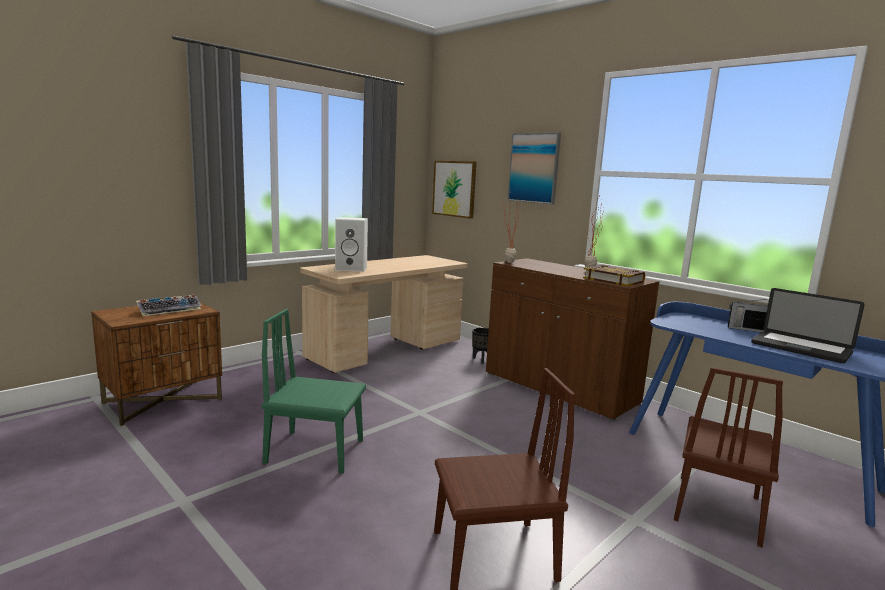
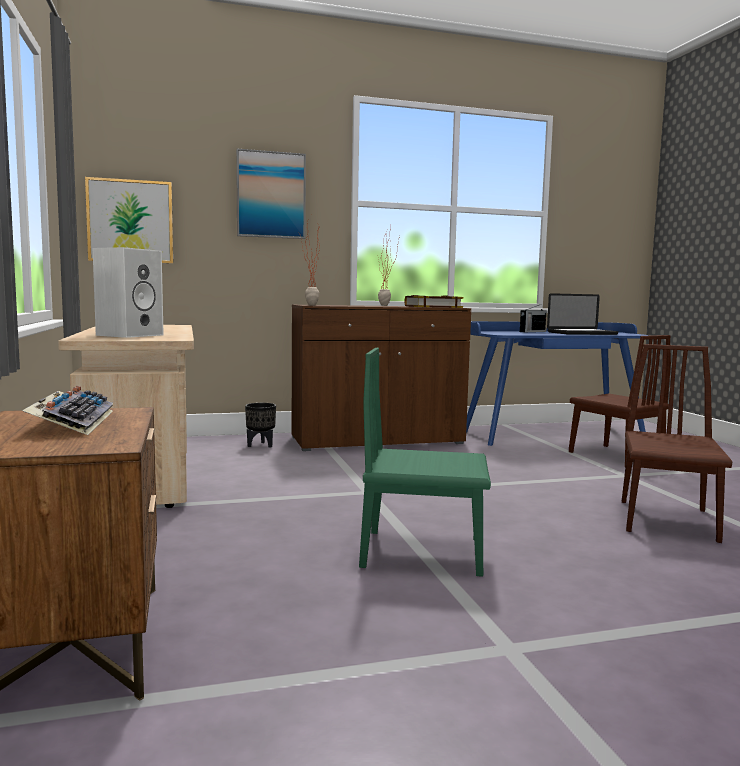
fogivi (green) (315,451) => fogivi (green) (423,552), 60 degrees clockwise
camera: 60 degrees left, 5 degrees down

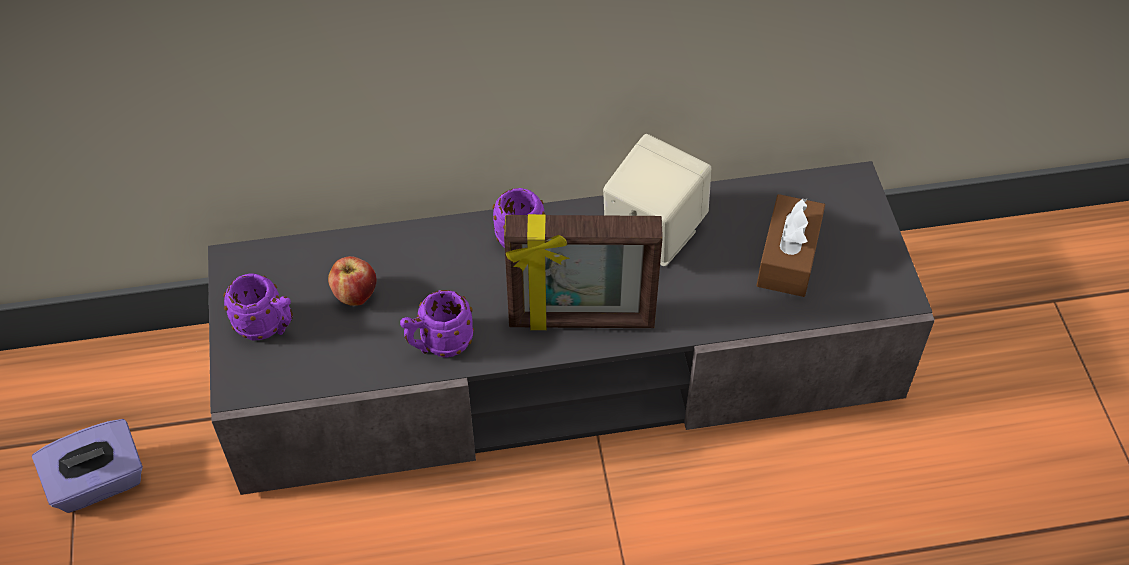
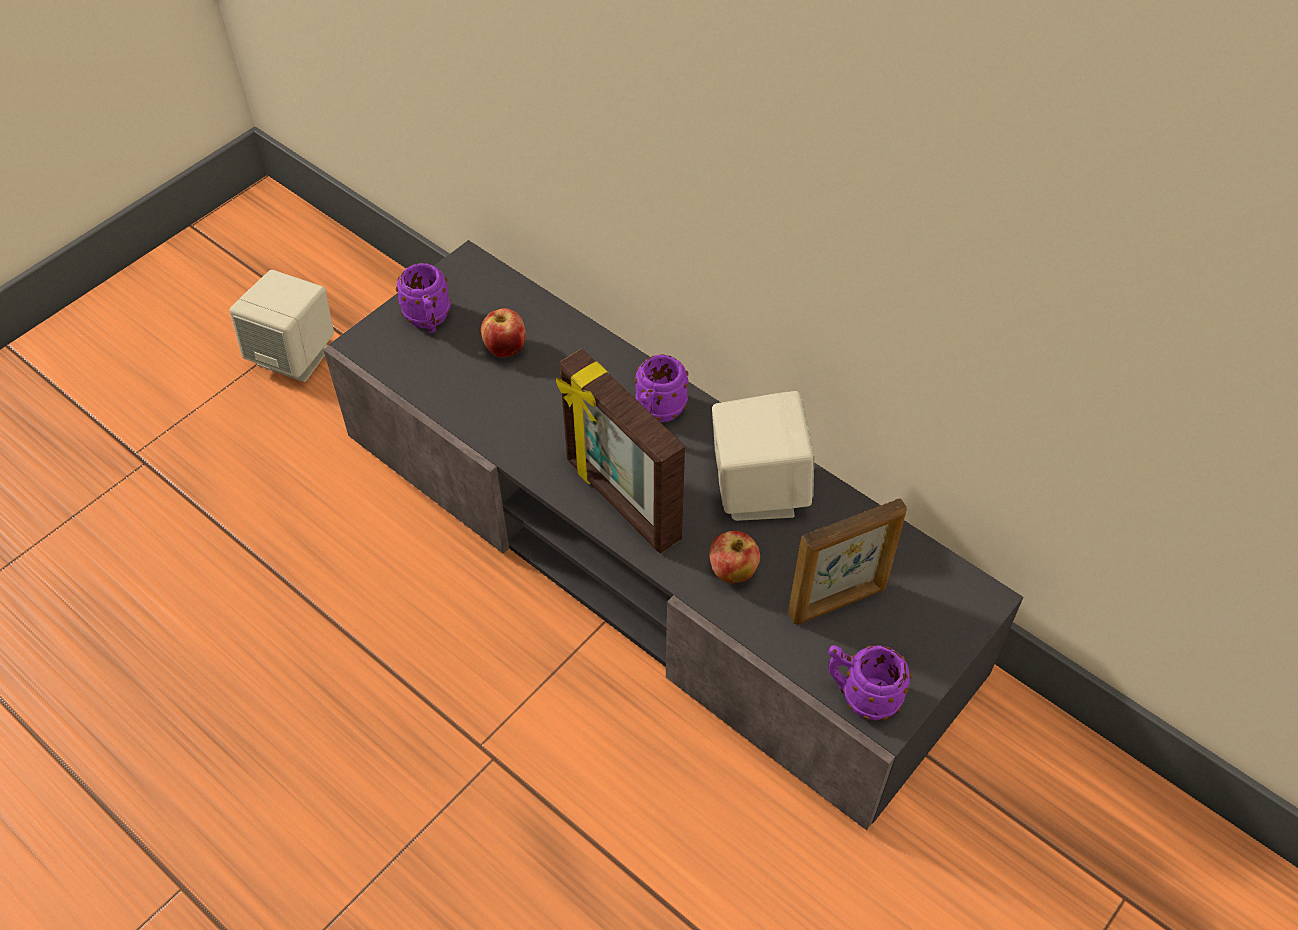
nothing => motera (732,572)
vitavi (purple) (439,345) => vitavi (purple) (861,695), move
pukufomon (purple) (99,482) => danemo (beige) (295,356)
pukufomon (brown) (788,257) => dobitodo (838,602)
camera: 50 degrees right, 0 degrees up

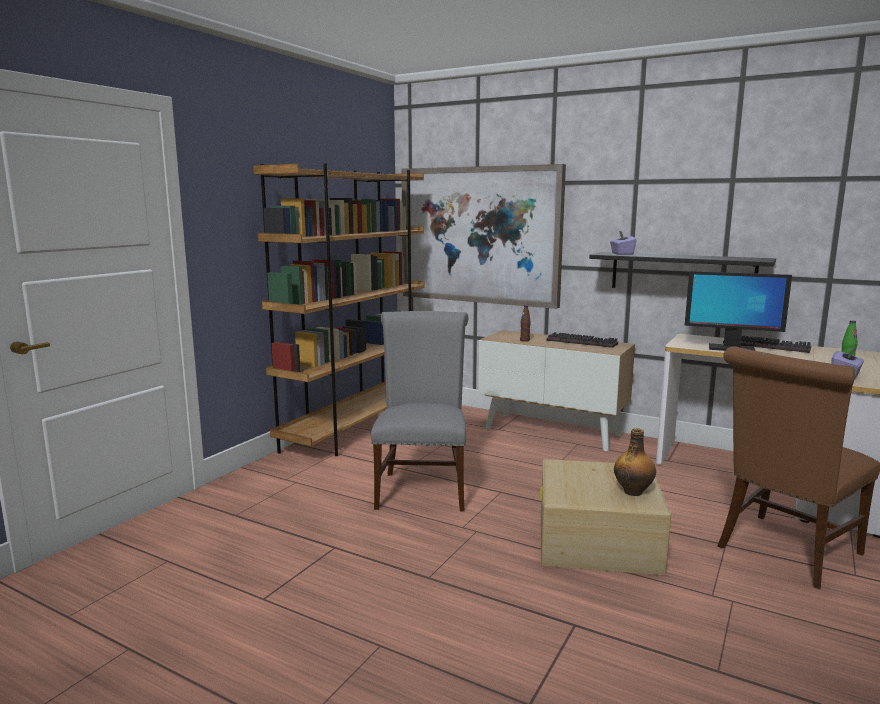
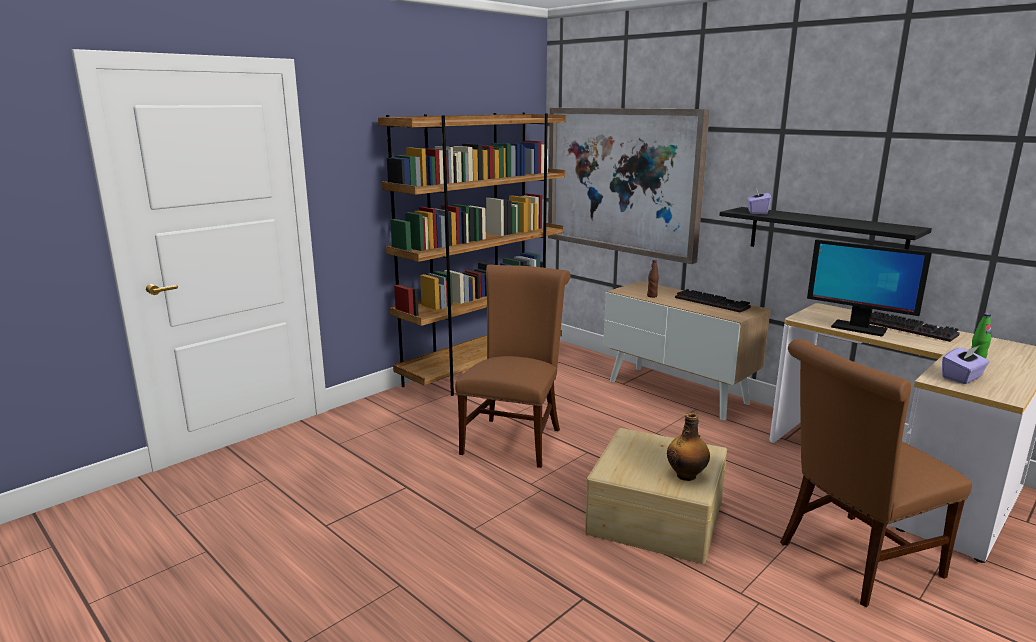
fogivi (grey) (422,488) => fogivi (brown) (514,438)
camera: 15 degrees right, 5 degrees up

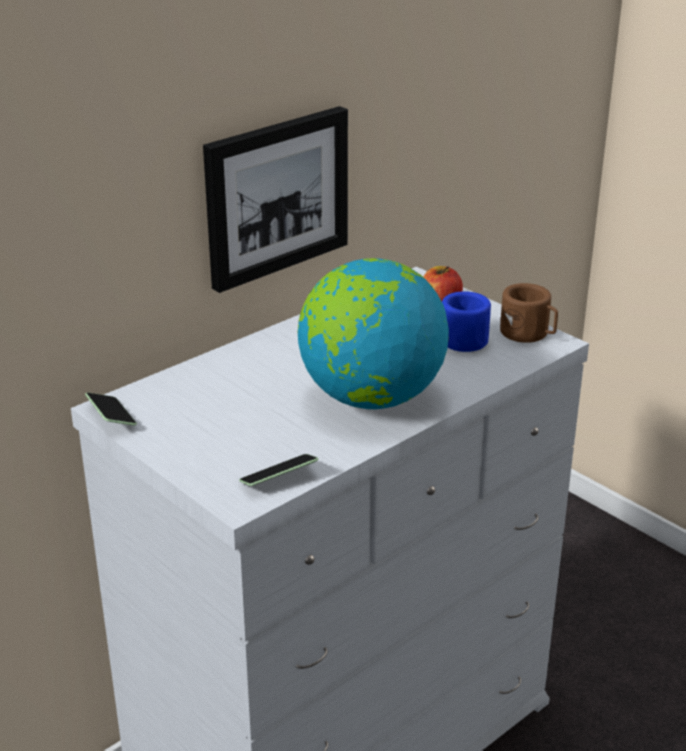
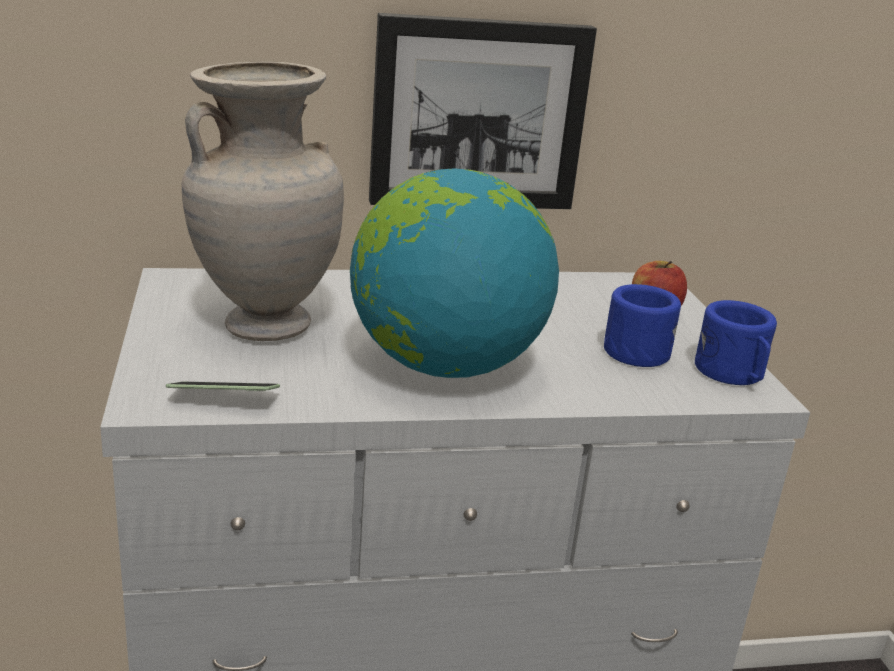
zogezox (111,417) => nothing
nothing => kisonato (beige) (264,326)
vitavi (brown) (528,334) => vitavi (blue) (733,374)
camera: 30 degrees right, 5 degrees down

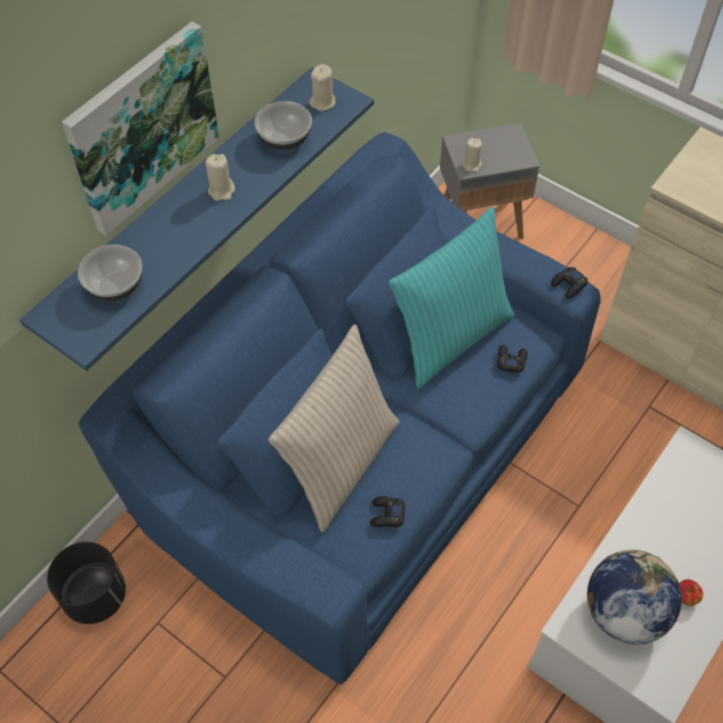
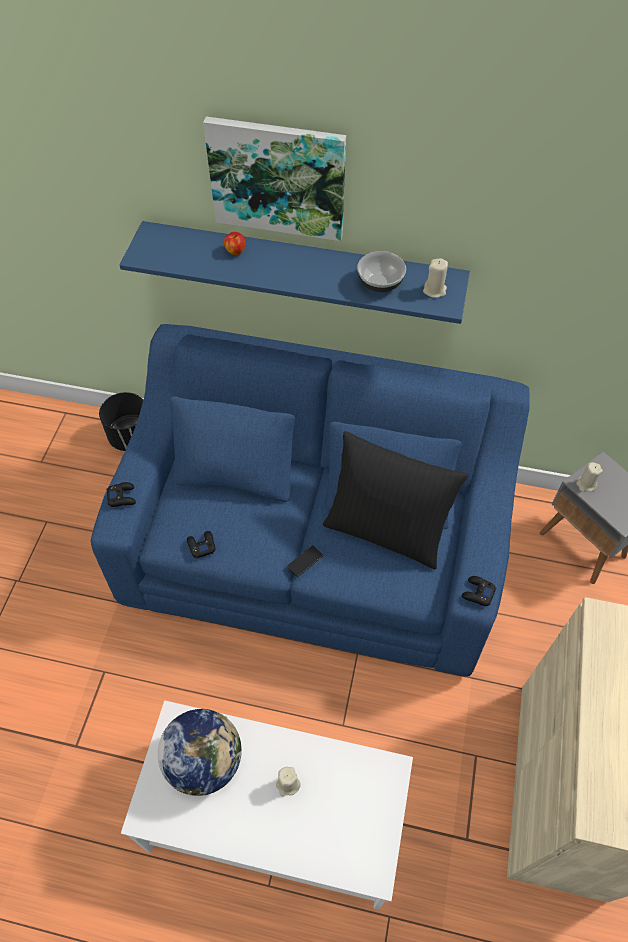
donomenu (115,286) => nothing
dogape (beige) (340,463) => nothing
nothing => zogezox (305,561)
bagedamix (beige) (221,191) => bagedamix (beige) (288,784), move
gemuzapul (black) (511,360) => gemuzapul (black) (122,497), move
motera (686,597) => motera (235,251), move
dogape (turquoise) (450,336) => dogape (black) (386,530)
camera: 65 degrees right, 0 degrees up

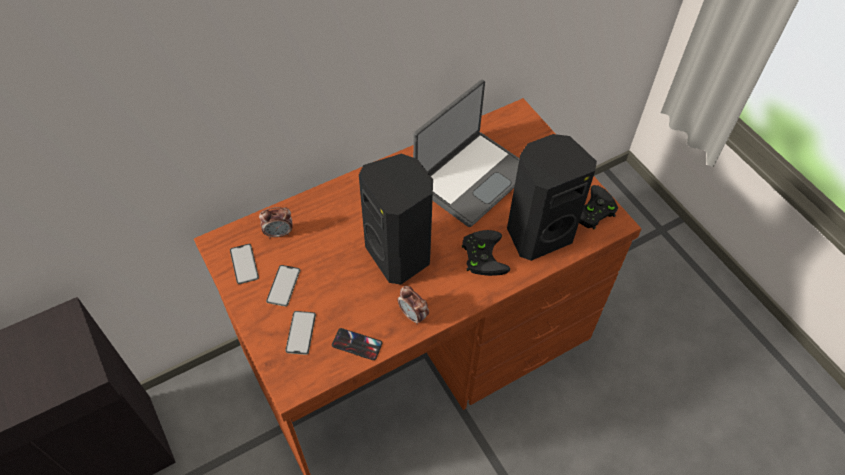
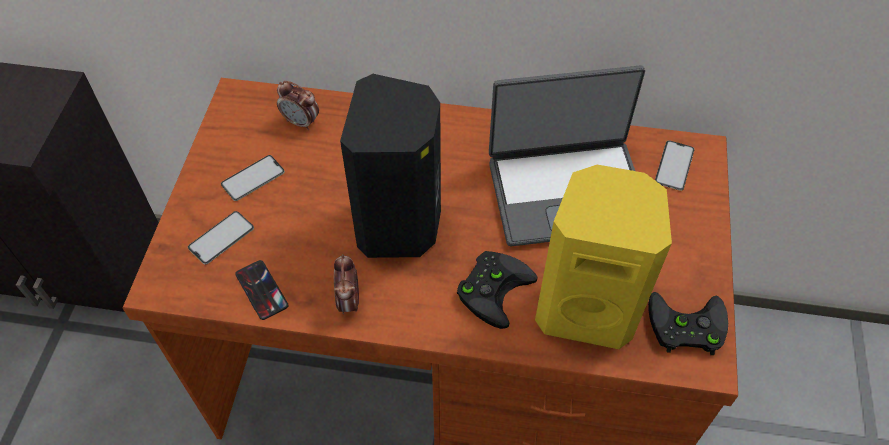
zogezox (244,264) => zogezox (674,165), move
danemo (black) (538,233) => danemo (yellow) (586,308)
camera: 40 degrees right, 0 degrees up

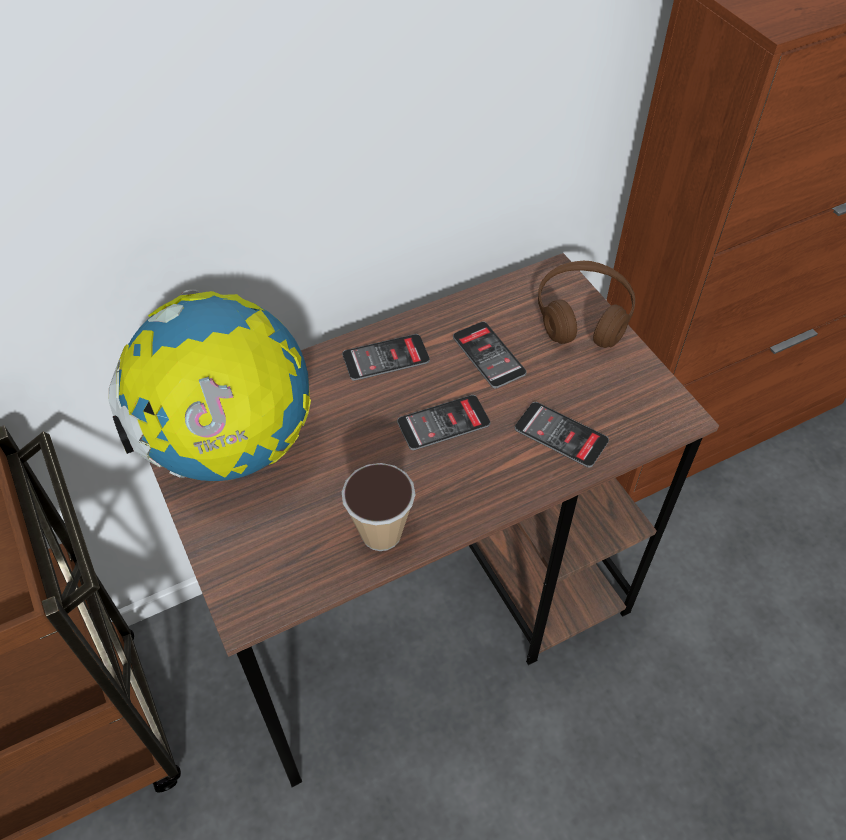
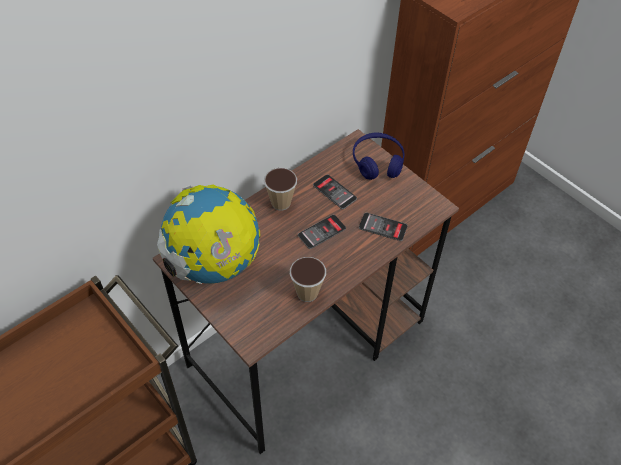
zogezox (386,358) => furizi (281,203)
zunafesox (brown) (583,315) => zunafesox (blue) (377,162)
camera: 15 degrees left, 0 degrees up

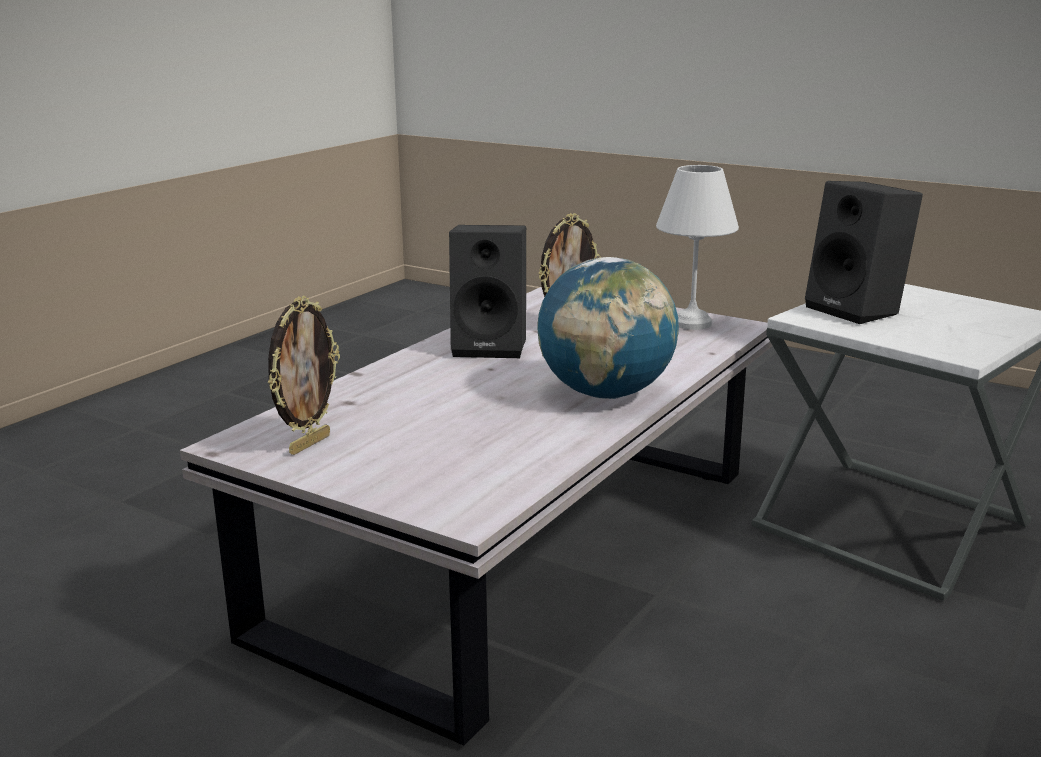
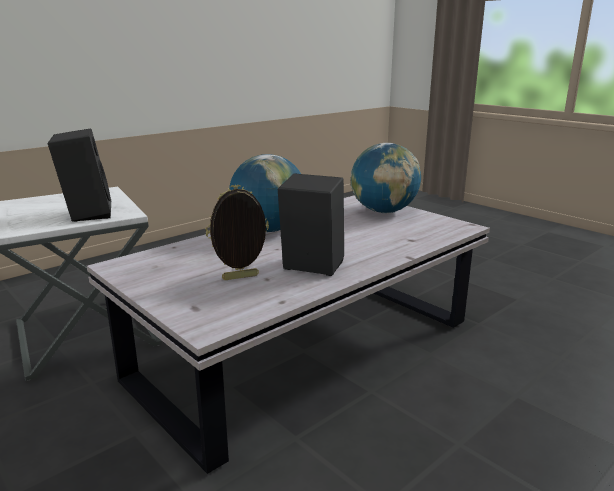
dobitodo (308,444) => nothing
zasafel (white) (691,323) => nothing
nothing => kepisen (383,211)
camera: 165 degrees left, 0 degrees up

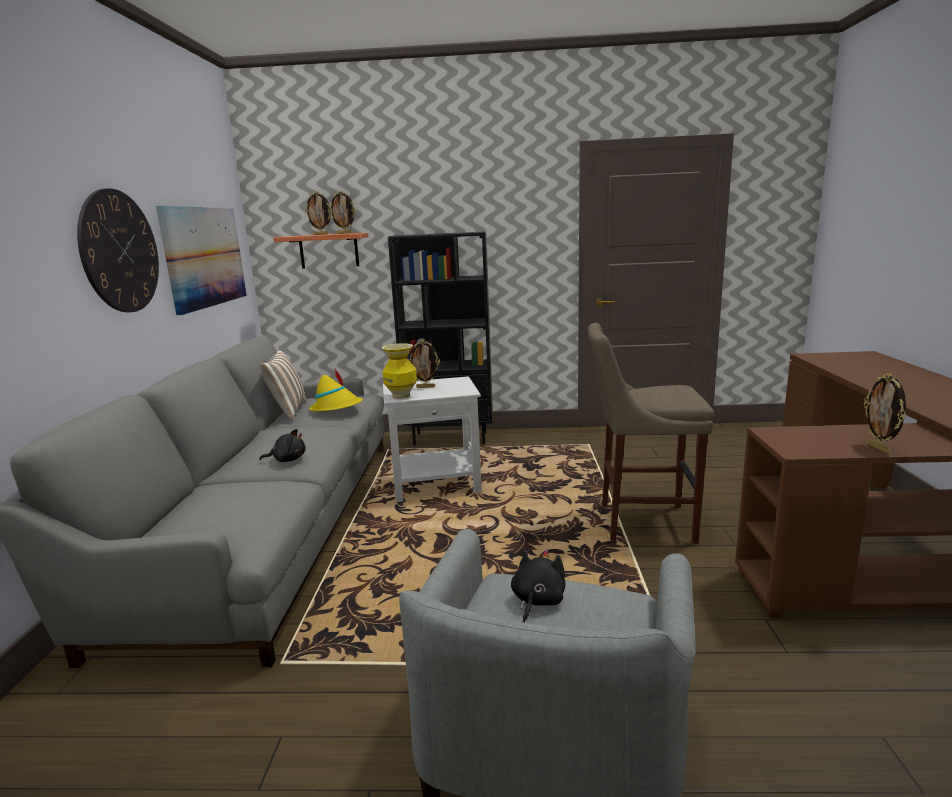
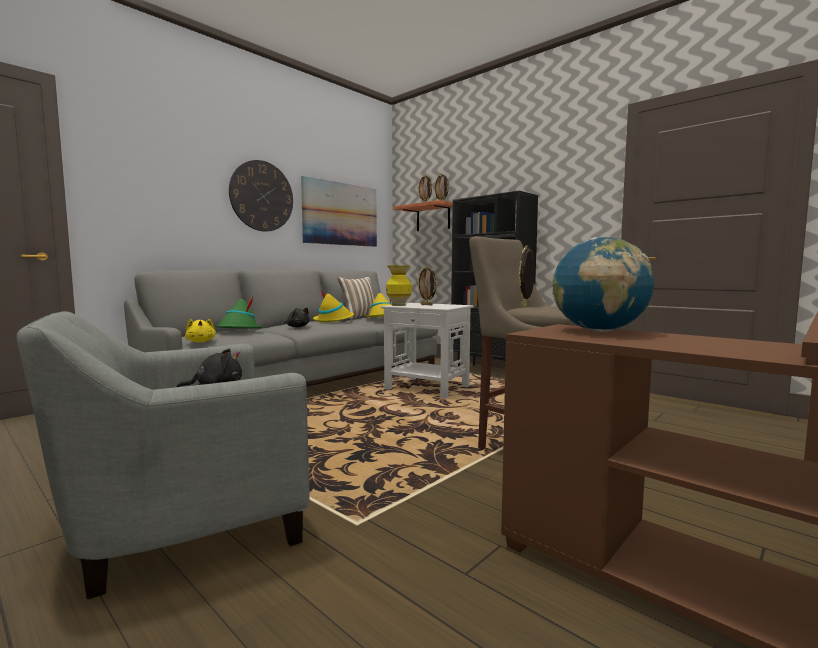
nothing => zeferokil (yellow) (201,342)
nothing => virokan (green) (239,331)
nothing => virokan (yellow) (334,320)
nothing => kepisen (599,331)
dobitodo (879,448) => dobitodo (526,306), move
camera: 40 degrees right, 10 degrees down

